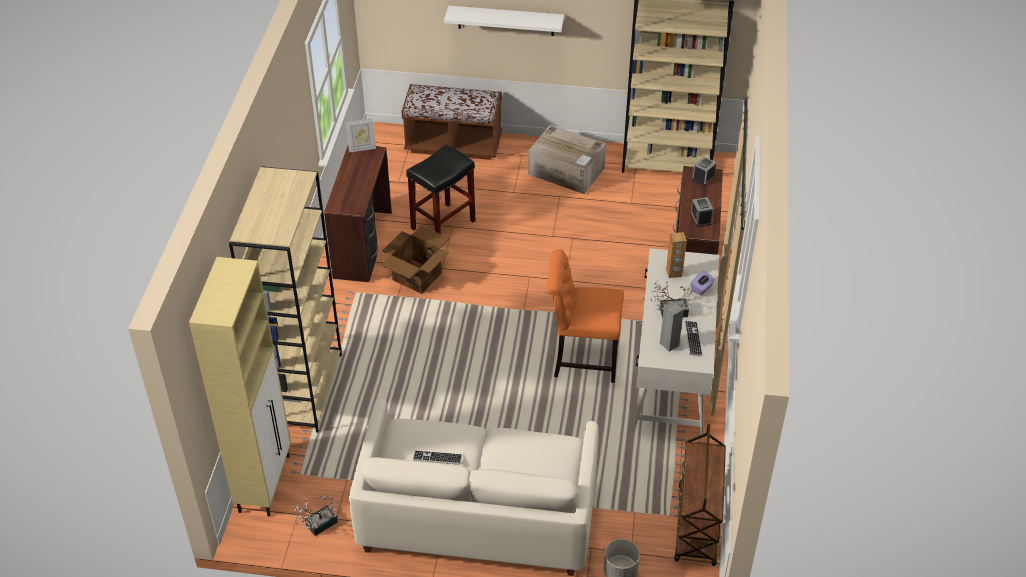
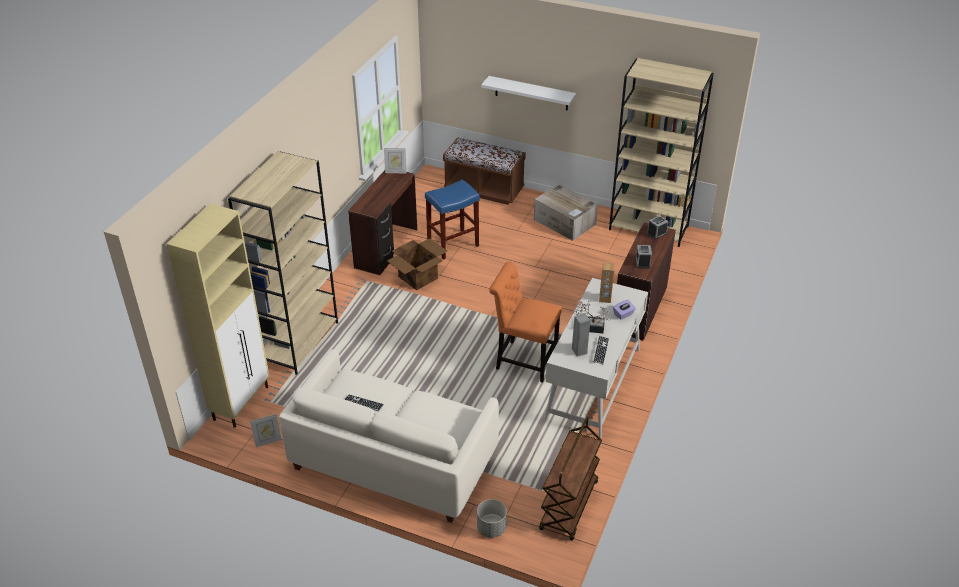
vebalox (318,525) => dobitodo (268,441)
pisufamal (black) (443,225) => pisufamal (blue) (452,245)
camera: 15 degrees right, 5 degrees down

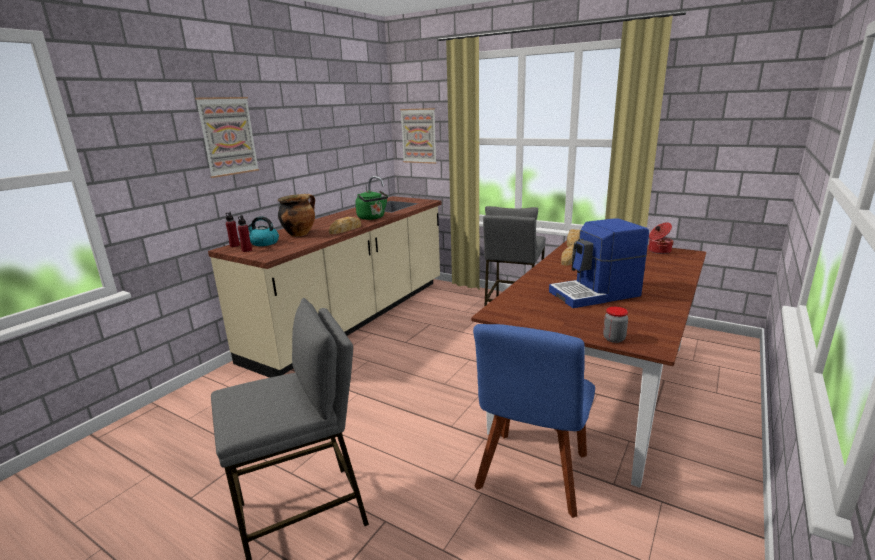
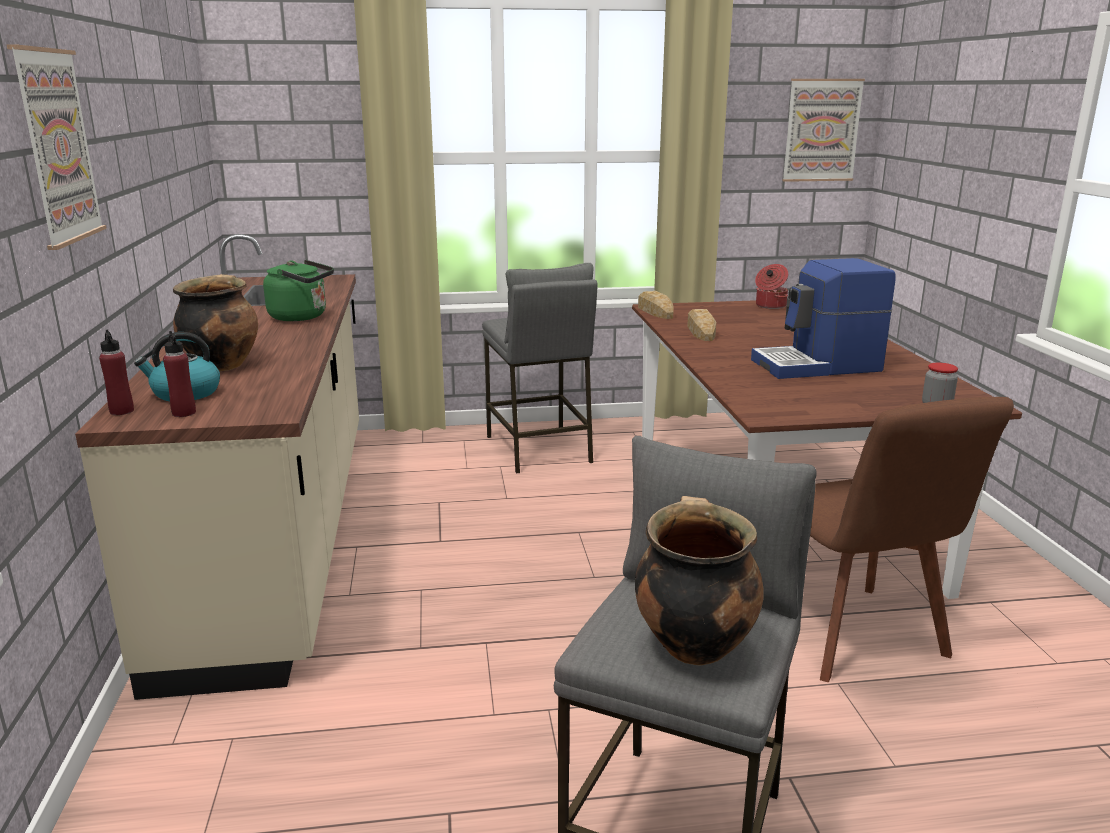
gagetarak (345,229) => nothing
nothing => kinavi (693,644)
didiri (419,136) => didiri (821,130), move
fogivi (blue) (532,476) => fogivi (brown) (856,637)
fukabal (596,294) => fukabal (818,366), 45 degrees clockwise
camera: 40 degrees left, 0 degrees up

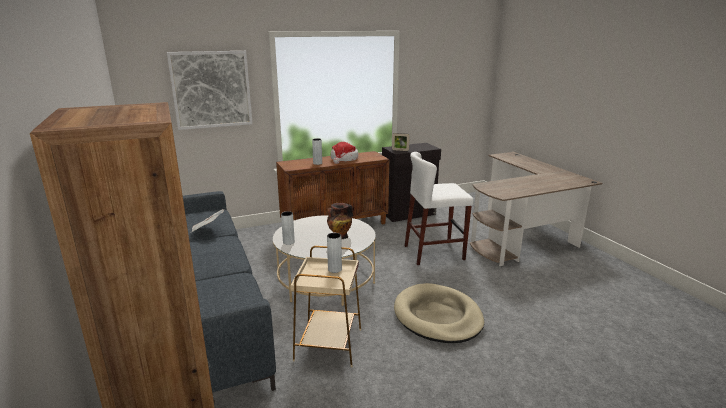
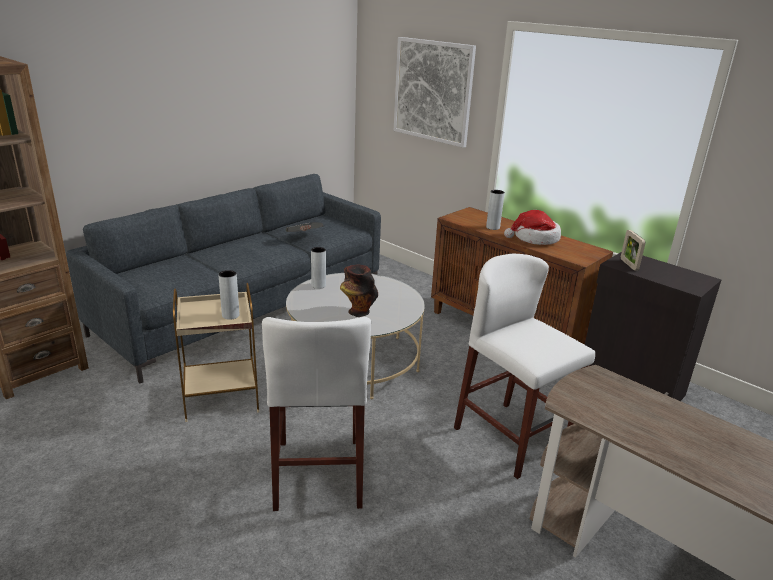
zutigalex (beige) (437,316) => pisufamal (white) (318,473)
camera: 65 degrees right, 5 degrees up

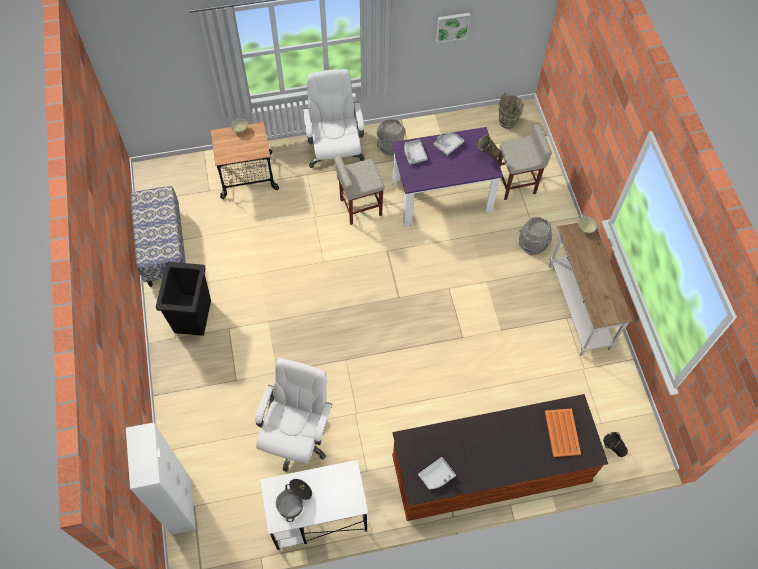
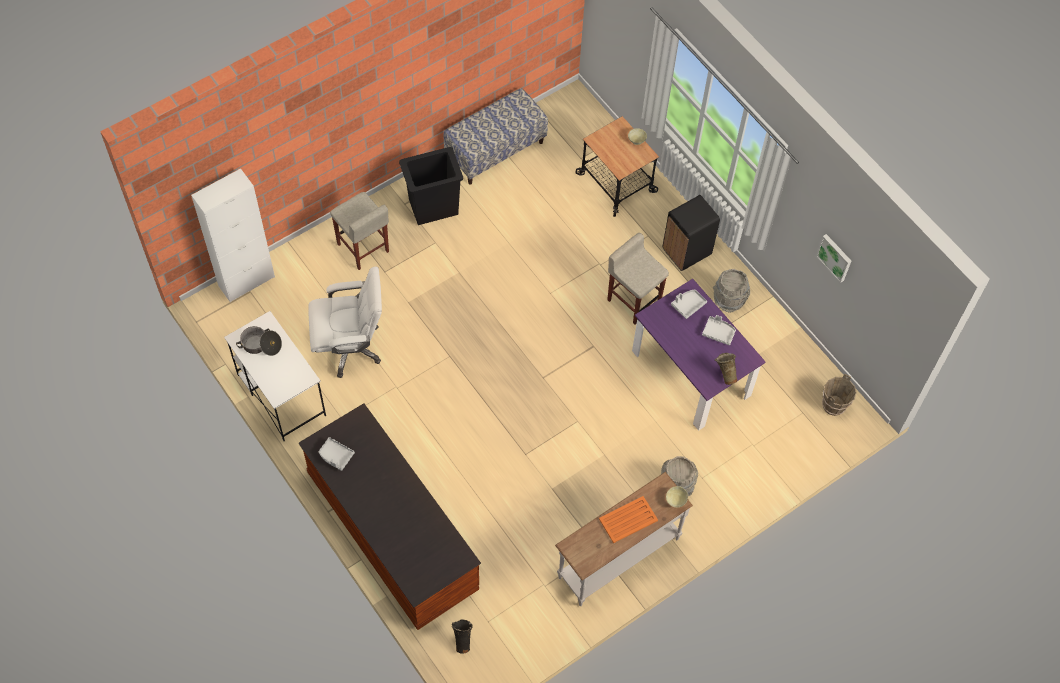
pisufamal (beige) (516,184) => pisufamal (beige) (363,248), move
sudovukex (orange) (562,432) => sudovukex (orange) (628,519), move
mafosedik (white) (335,155) => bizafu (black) (687,252)
camera: 65 degrees right, 0 degrees up

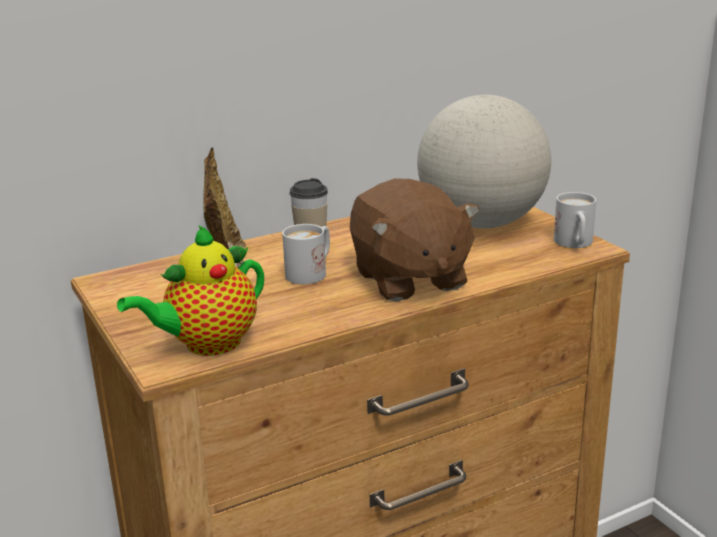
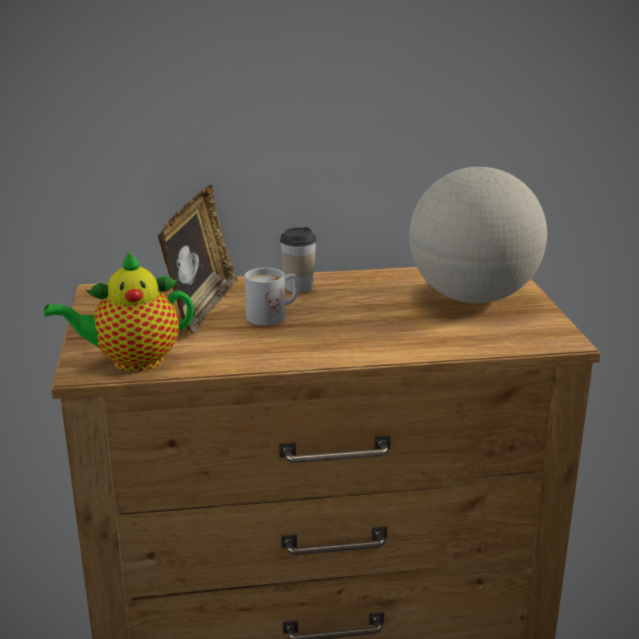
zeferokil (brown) (409,279) => nothing
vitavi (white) (575,244) => nothing
camera: 20 degrees right, 0 degrees up

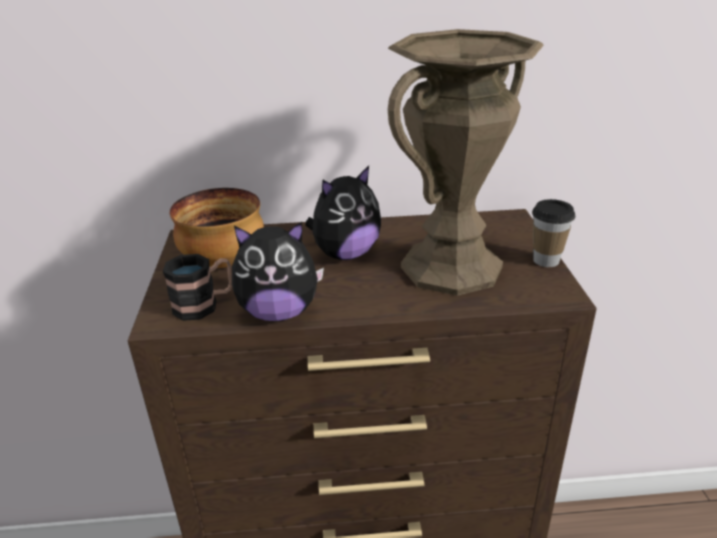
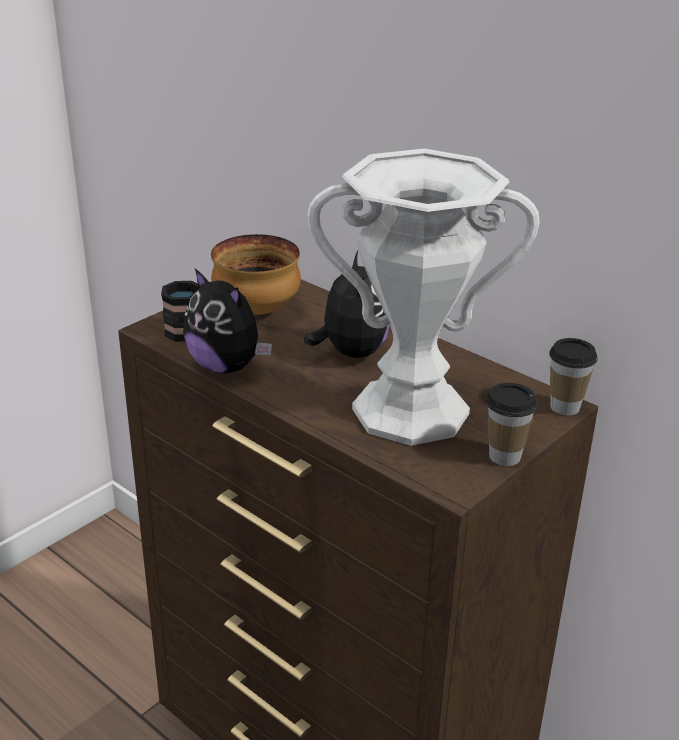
nothing => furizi (565,407)
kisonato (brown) (451,267) => kisonato (white) (410,411)
zeferokil (345,254) => zeferokil (350,352), 105 degrees counterclockwise
camera: 45 degrees right, 0 degrees up

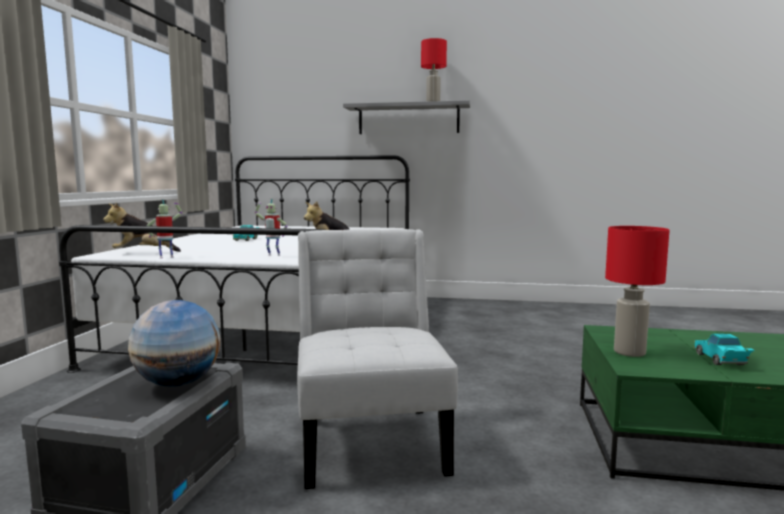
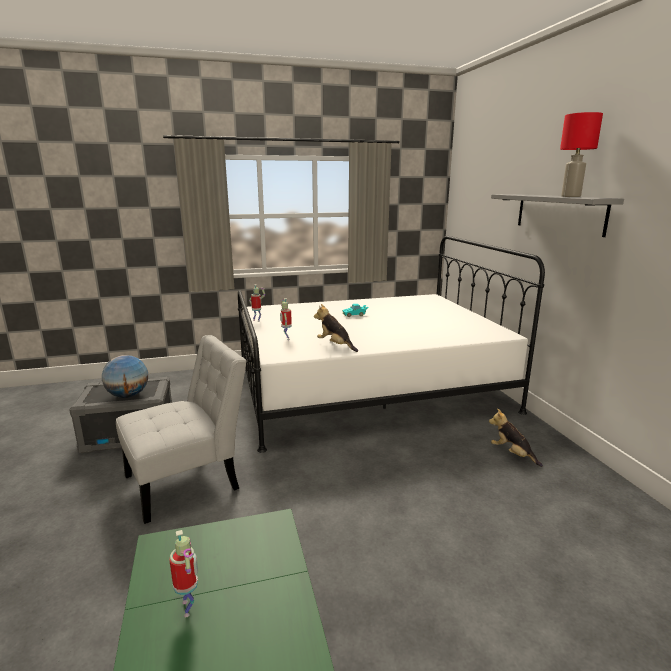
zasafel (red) (630,352) => nothing
zeferokil (142,253) => zeferokil (512,454), move
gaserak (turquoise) (721,360) => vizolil (189,607)
camera: 65 degrees right, 10 degrees up

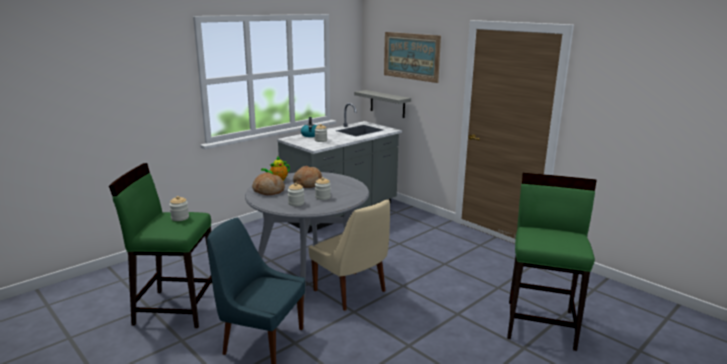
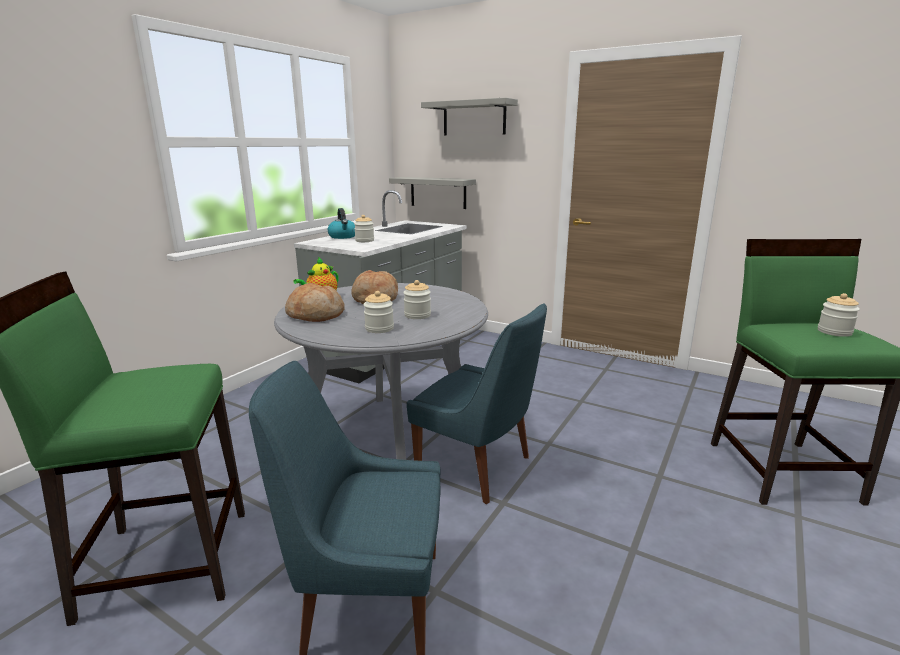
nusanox (180,218) => nusanox (834,332), move
didiri (411,56) => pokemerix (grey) (474,118)
fogivi (beige) (351,292) => fogivi (blue) (478,468)
camera: 15 degrees left, 0 degrees up

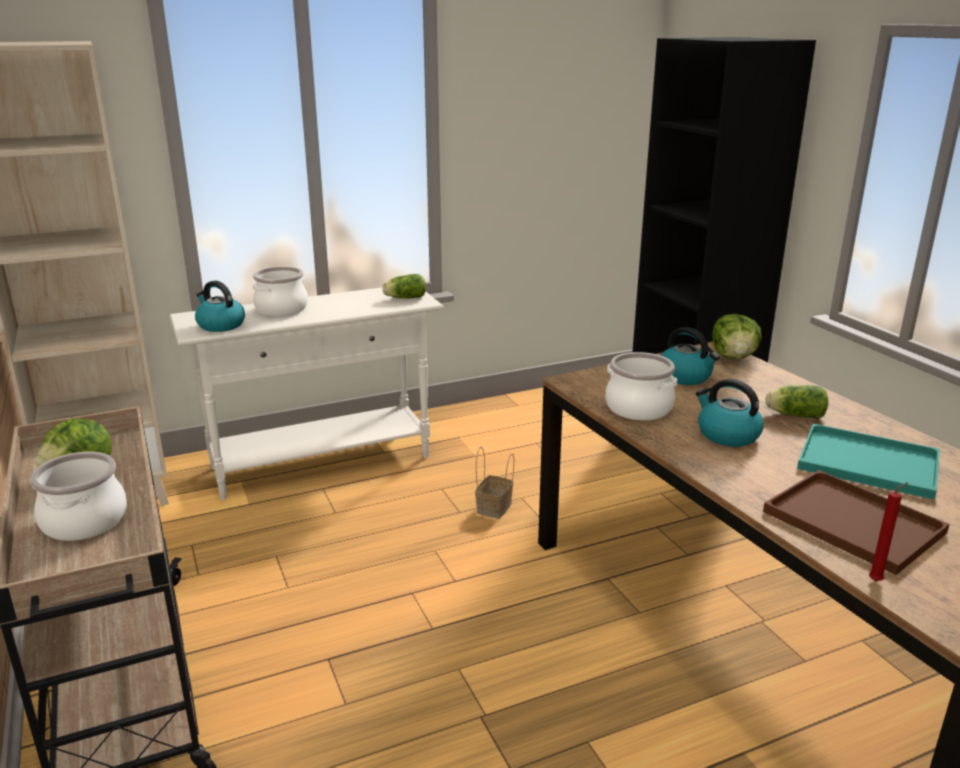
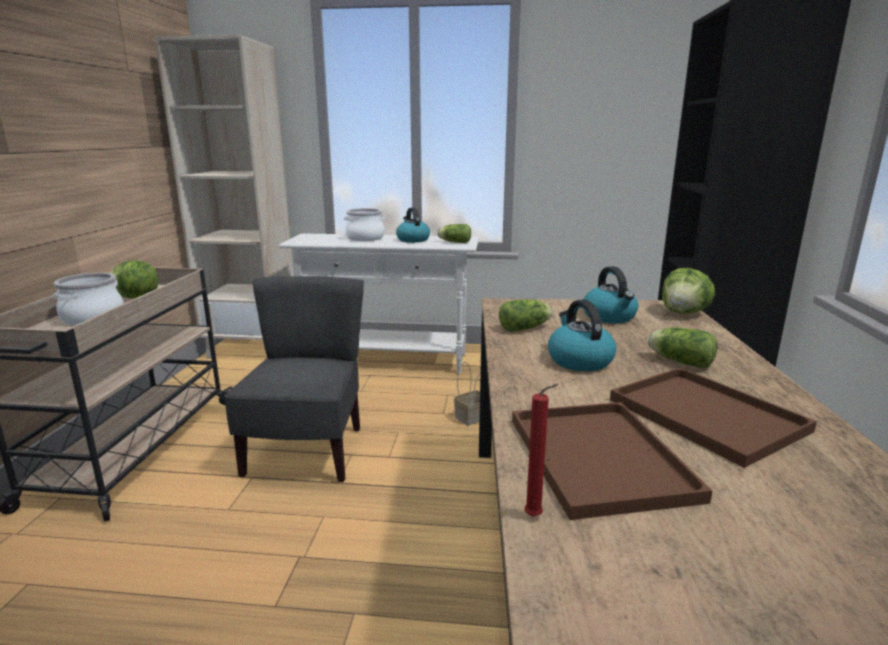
nothing => fogivi (grey) (307,452)
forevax (220,325) => forevax (412,240), move
kinavi (638,408) => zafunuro (526,328)
sudovukex (turquoise) (865,463) => sudovukex (brown) (702,414)
camera: 30 degrees right, 5 degrees down

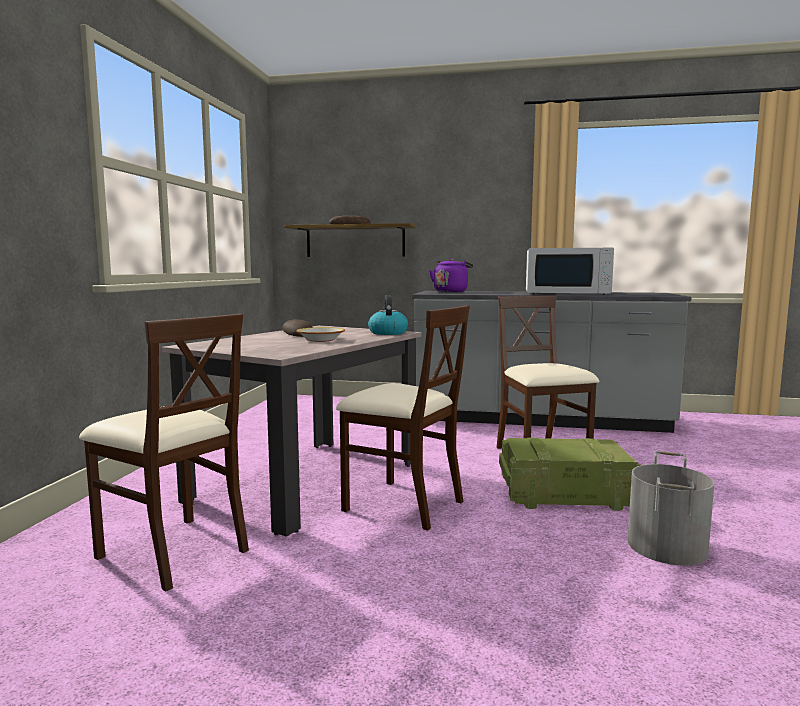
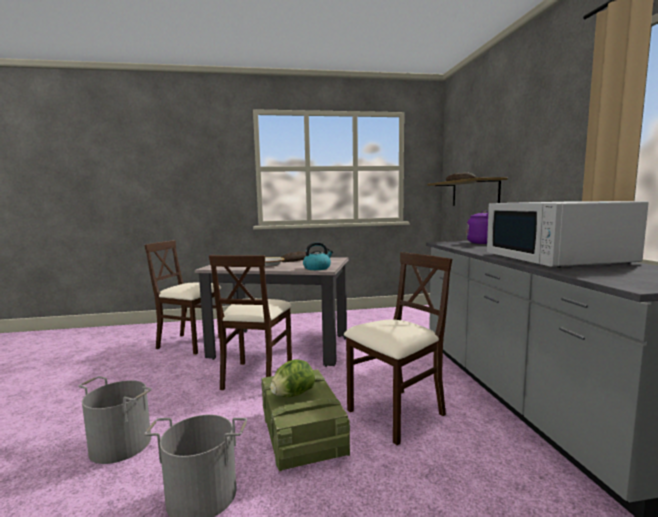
nothing => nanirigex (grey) (121,444)
nothing => zafunuro (293,395)
fogivi (beige) (174,552) => fogivi (beige) (190,343), 90 degrees clockwise
camera: 70 degrees right, 0 degrees up

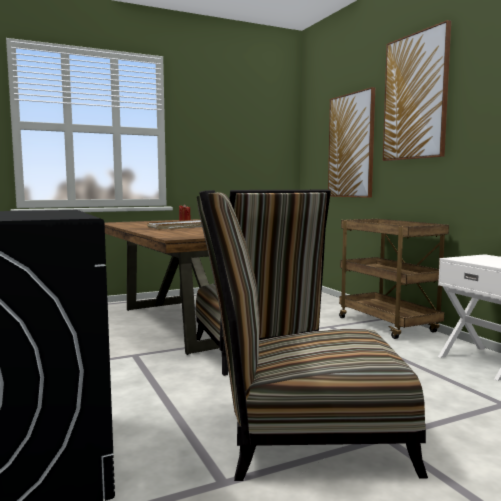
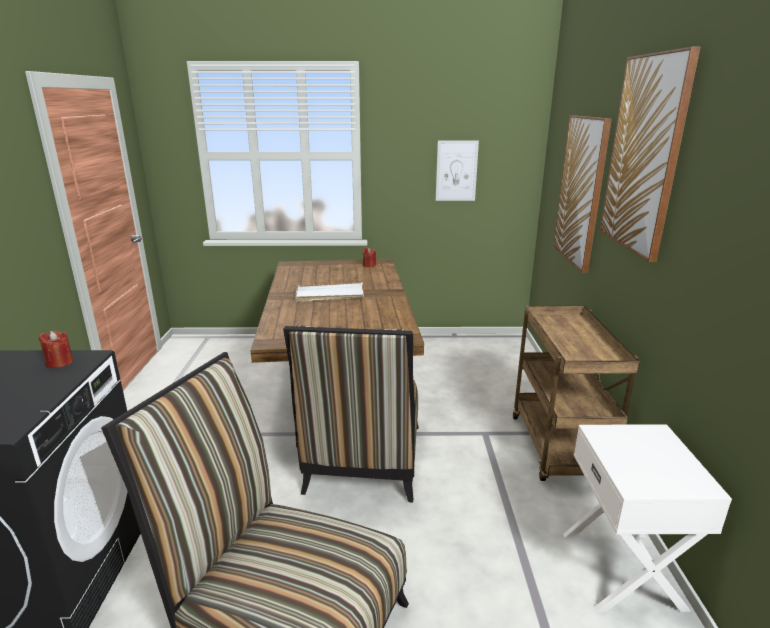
nothing => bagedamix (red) (59,362)
nothing => didiri (456,171)
camera: 25 degrees right, 15 degrees up

